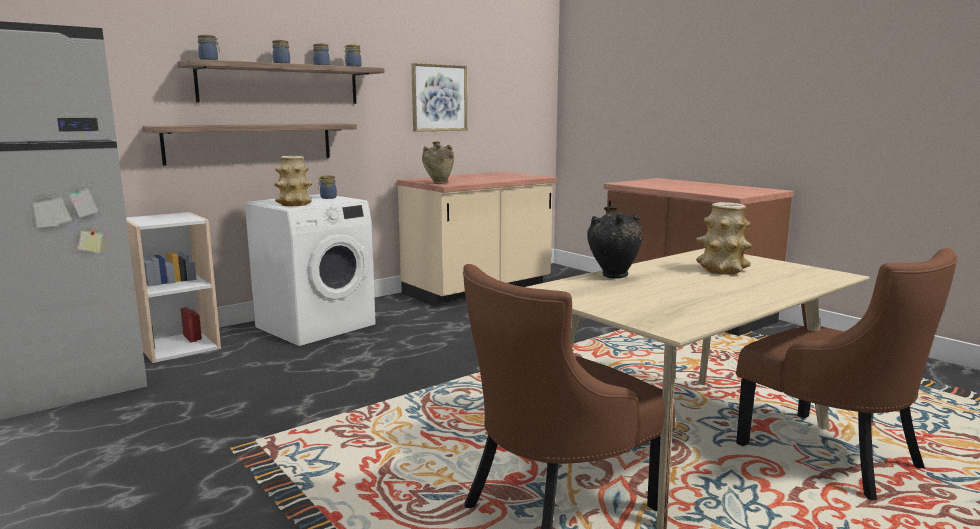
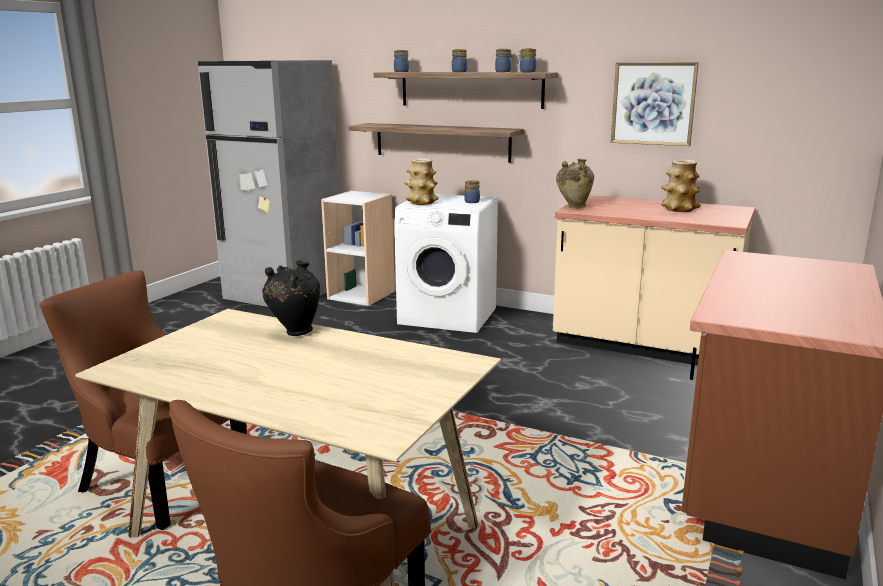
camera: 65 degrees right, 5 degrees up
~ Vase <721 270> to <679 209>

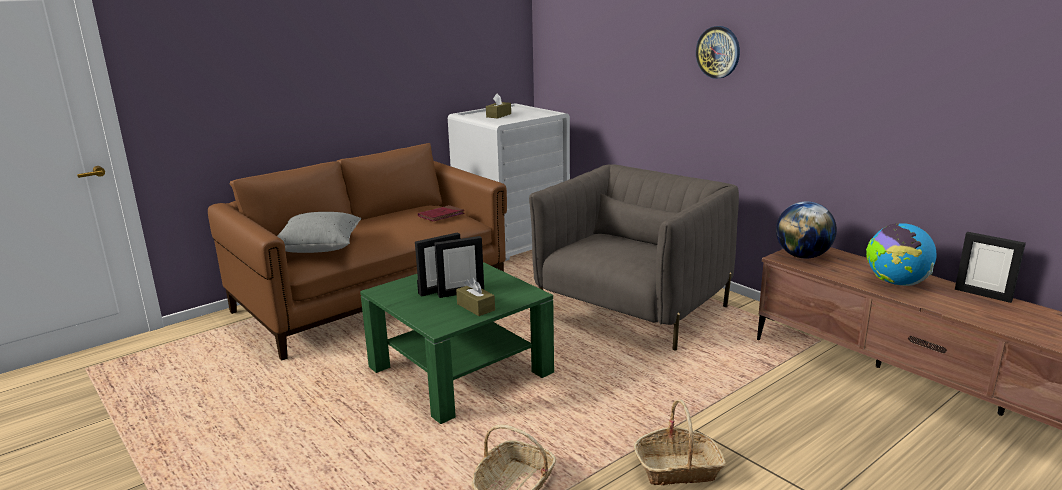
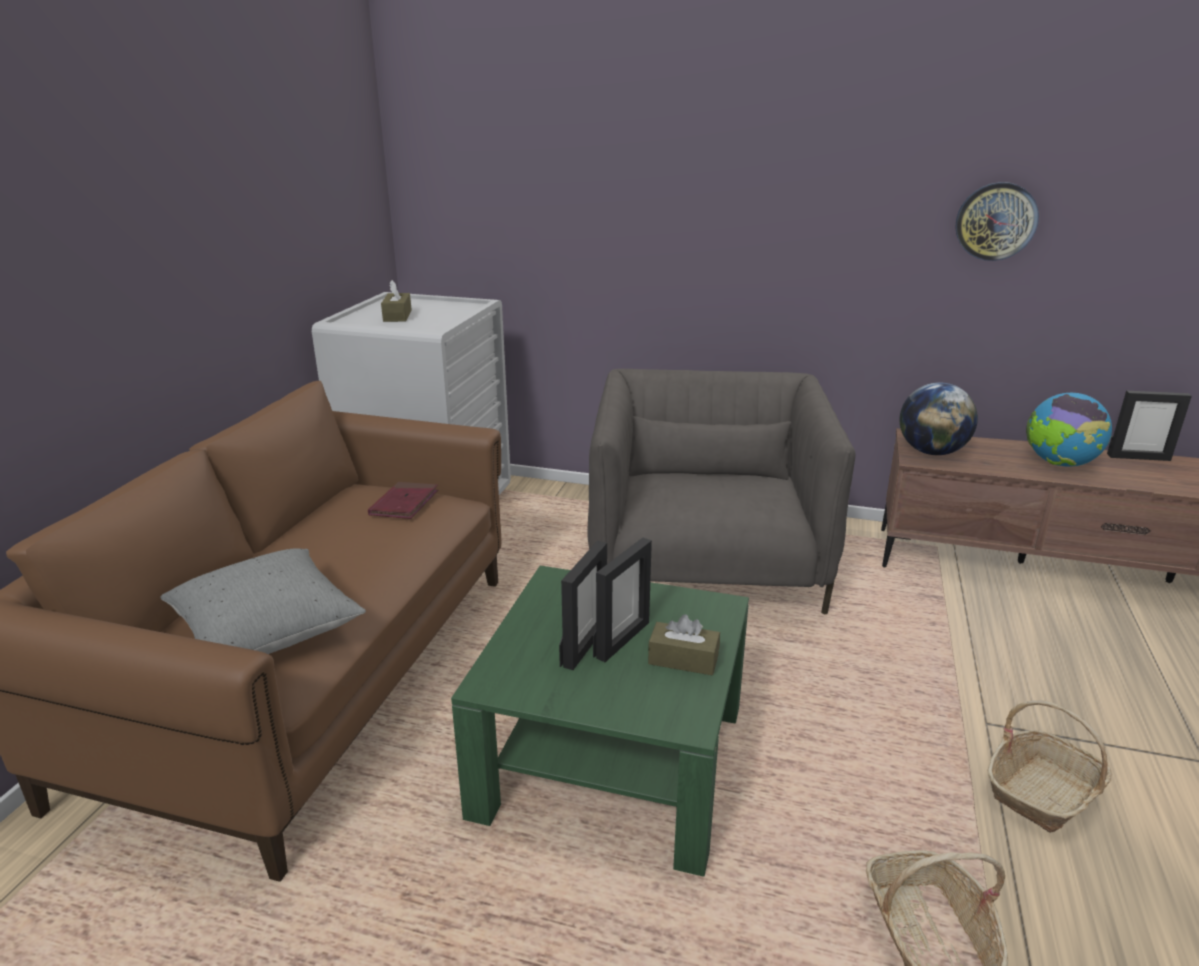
camera: 35 degrees left, 5 degrees up
~ Wanduhr <718 52> to <996 221>

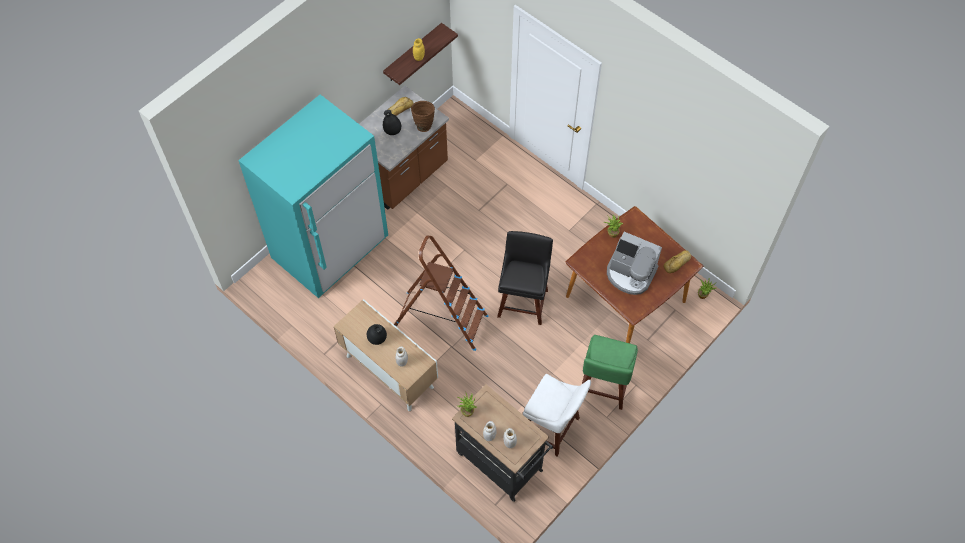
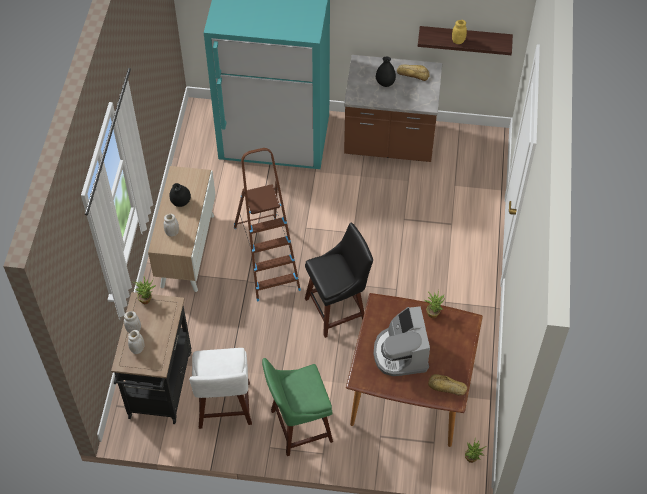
camera: 55 degrees right, 5 degrees down
- Vase (braun) <423 125>

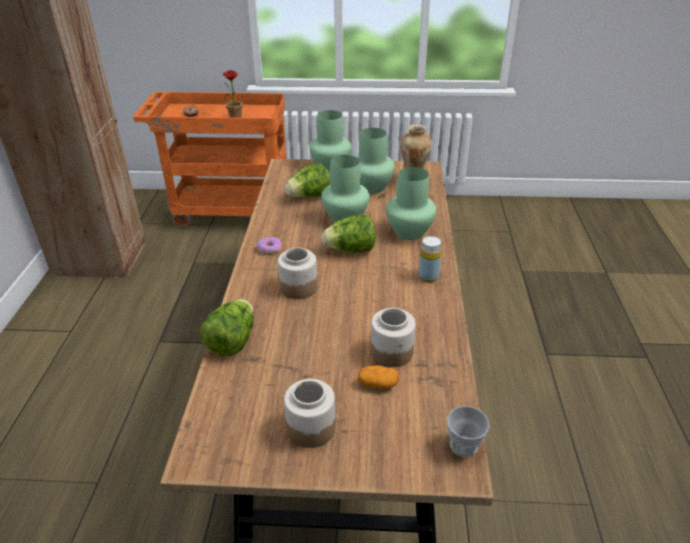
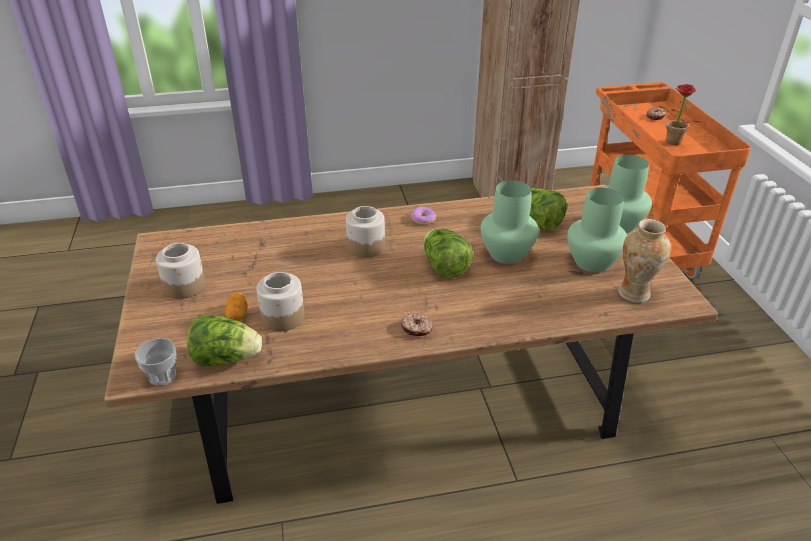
camera: 75 degrees right, 0 degrees up
- Vase (grün) <410 232>
~ Flasche (gelb) <428 277> to Donut <417 329>
~ Salatkopf <232 341> to <226 358>

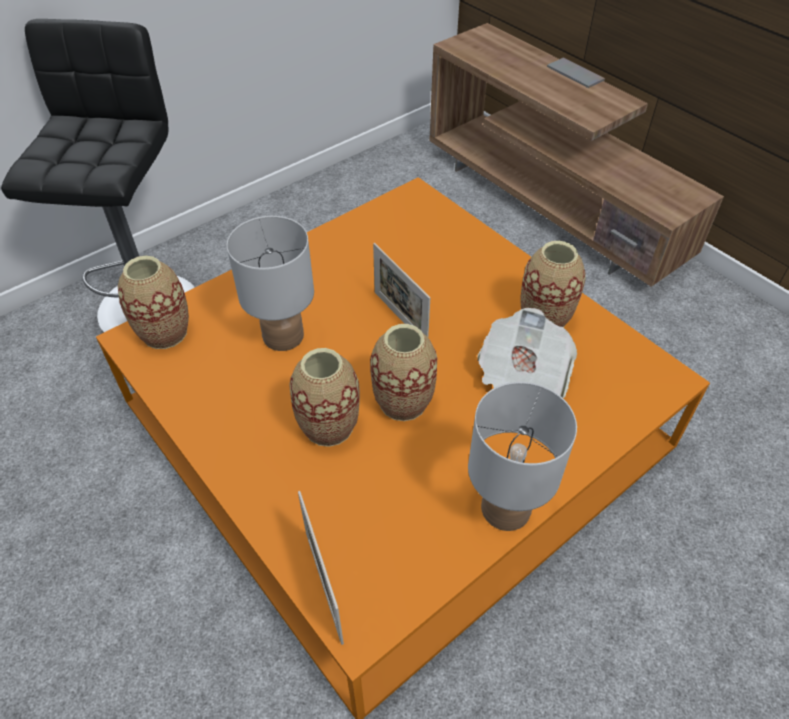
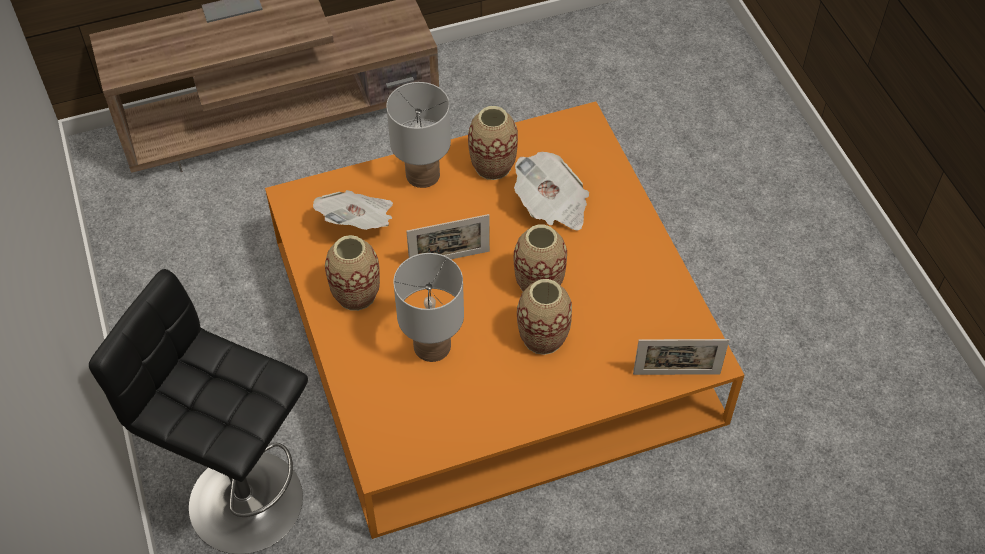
camera: 70 degrees left, 5 degrees up
~ Vase <164 333> to <356 294>
~ Tischlampe (grau) <505 509> to <423 175>
+ Zeitung <358 222>

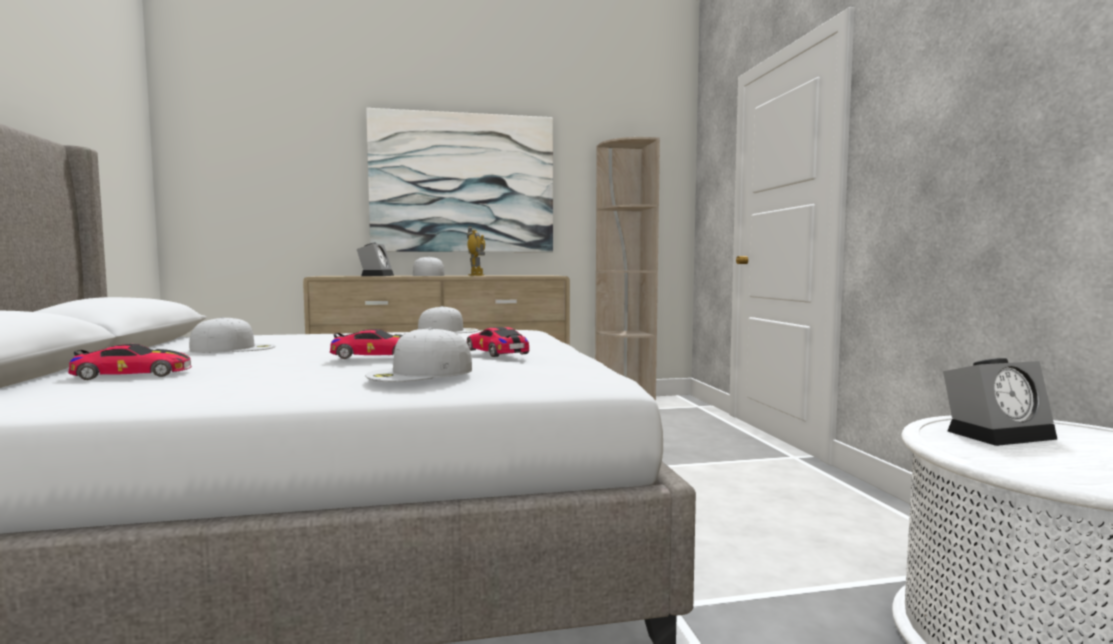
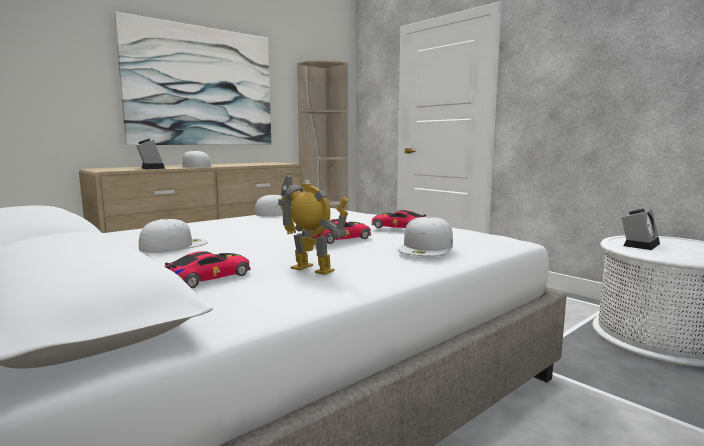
camera: 30 degrees left, 5 degrees up
~ Spielzeugroboter <476 275> to <312 269>

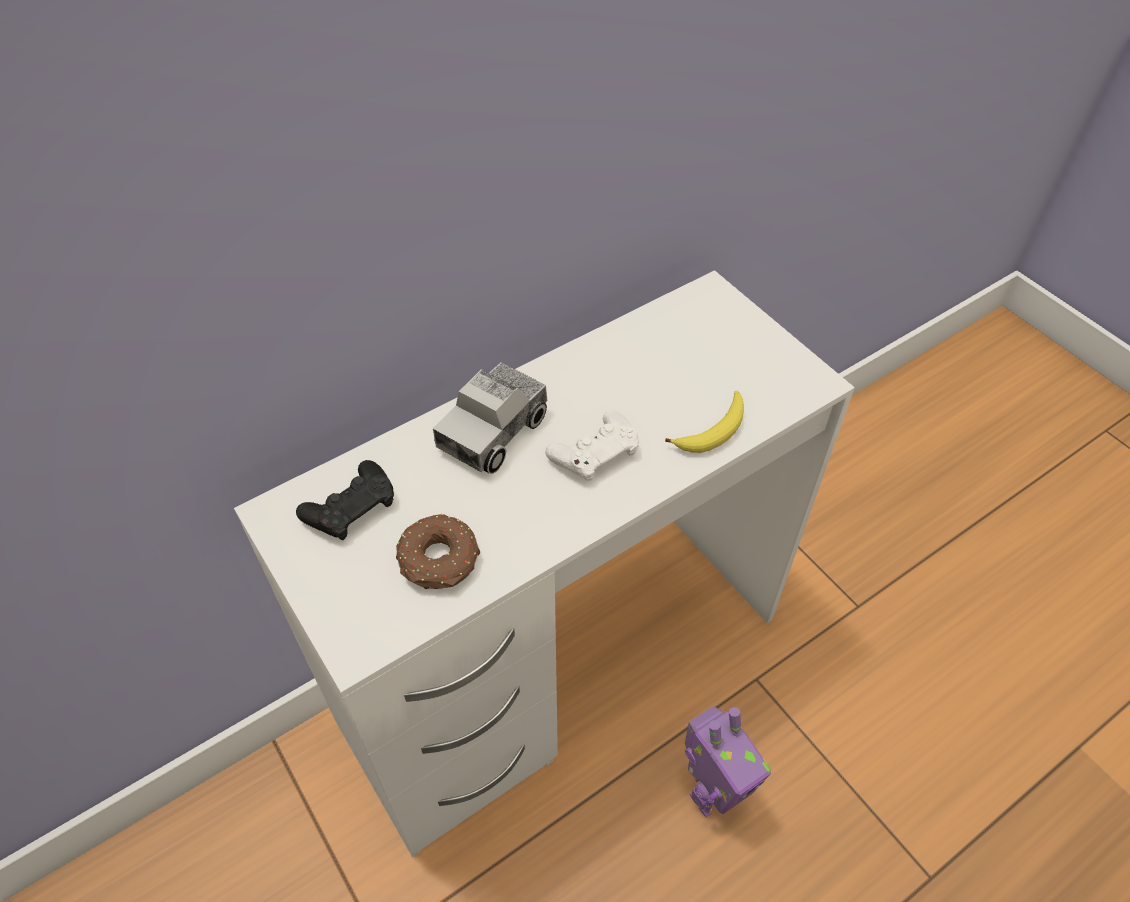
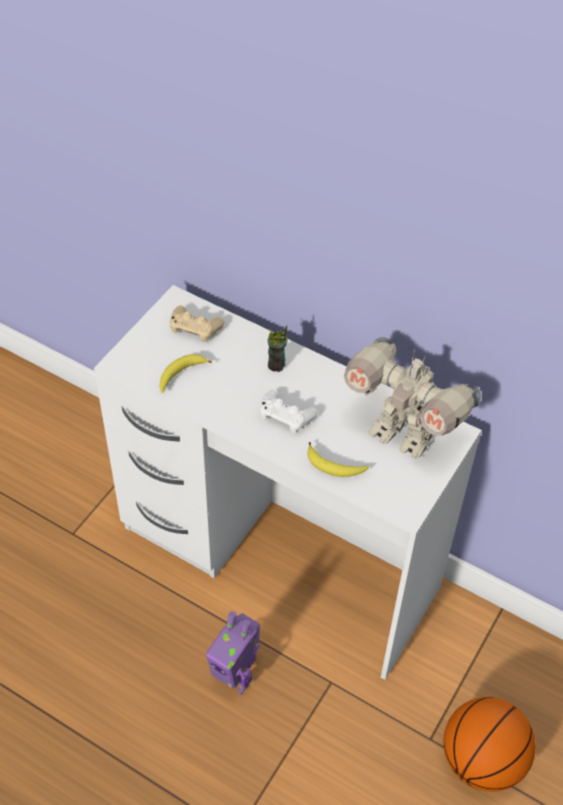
camera: 65 degrees right, 0 degrees up
~ Spielzeuglaster <493 431> to Tasse <276 365>
~ Gamepad (schwarz) <351 507> to Gamepad (beige) <195 328>
~ Donut <439 561> to Banane <180 375>
+ Spielzeugroboter <402 434>
+ Basketball <482 760>

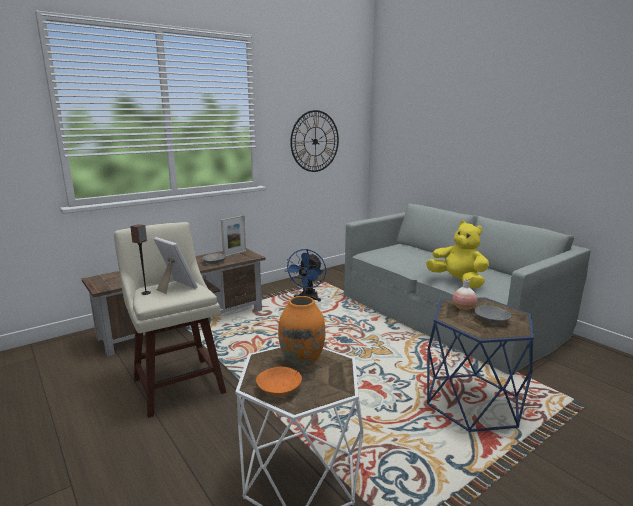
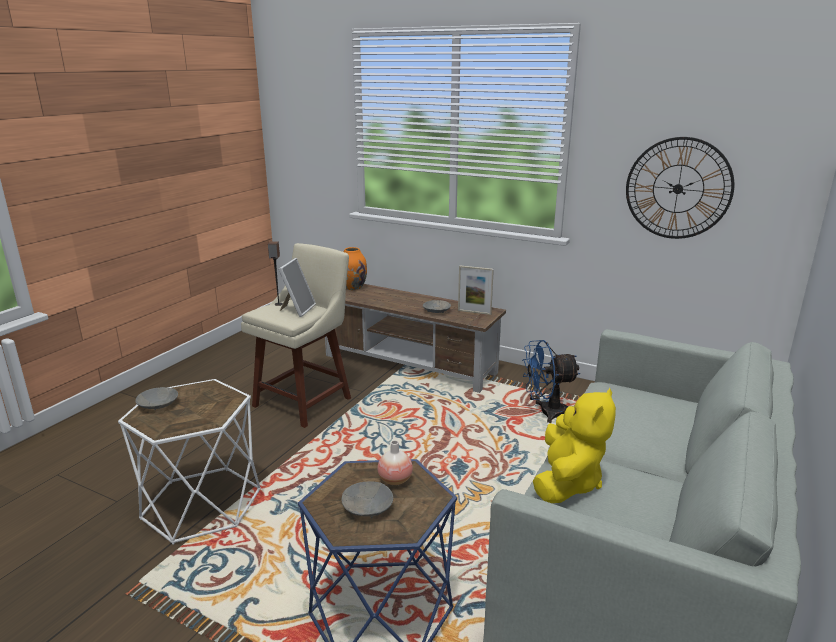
camera: 65 degrees right, 5 degrees up
~ Vase (orange) <301 360> to <353 287>
~ Schüssel (orange) <279 388> to Schüssel (grau) <159 405>

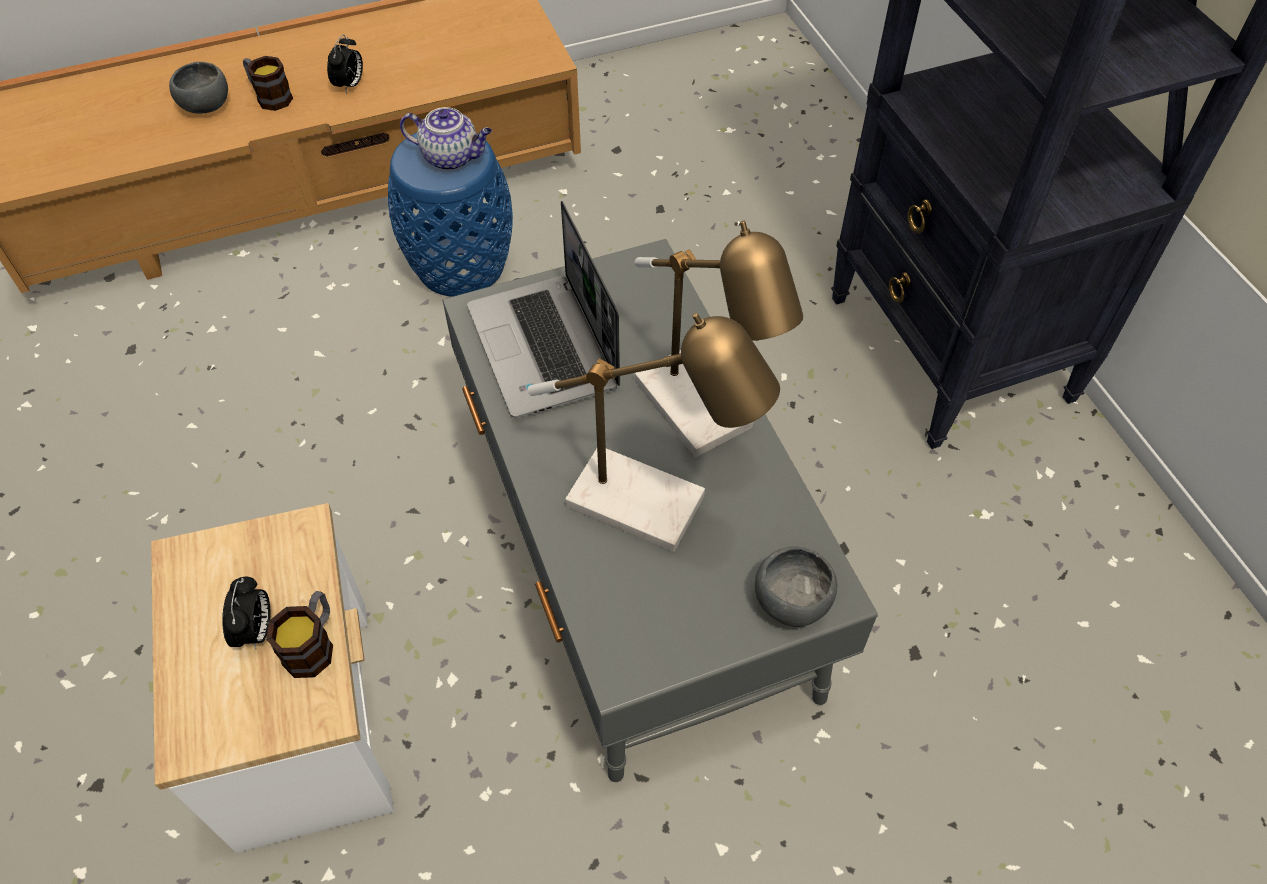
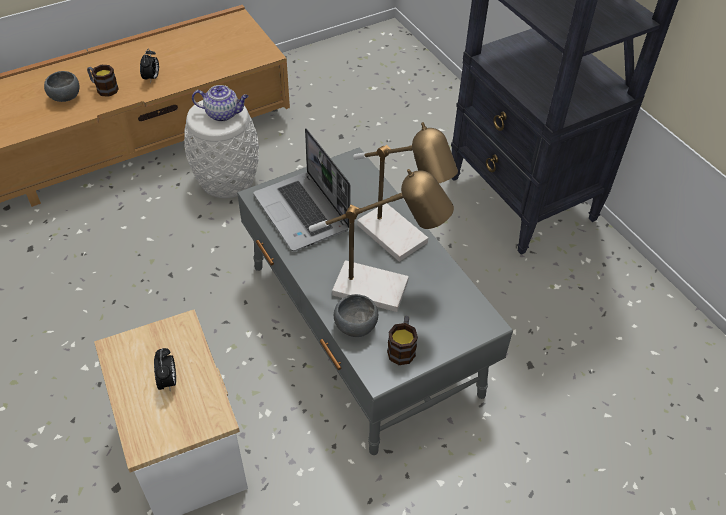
camera: 10 degrees left, 5 degrees down
~ Hocker (blau) <461 265> to Hocker (weiß) <227 180>
~ Schüssel (grau) <792 603> to <356 327>
~ Henkelbecher <313 644> to <402 348>

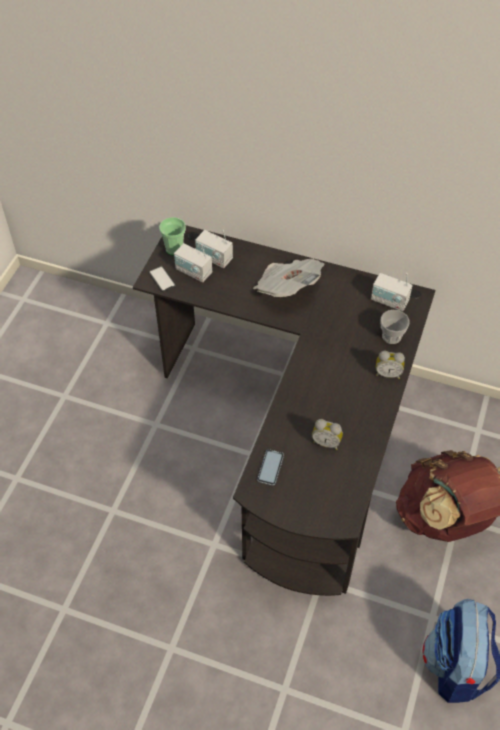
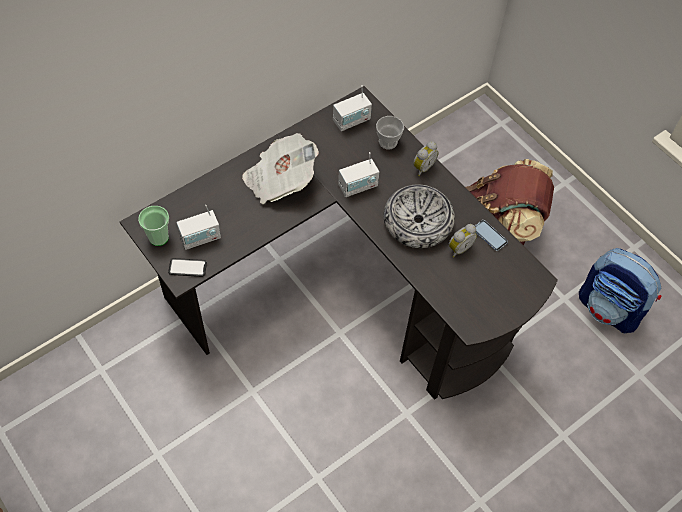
camera: 60 degrees left, 5 degrees up
~ Radio <214 258> to <358 186>
~ Handy <270 468> to <489 236>
+ Schüssel <417 222>

